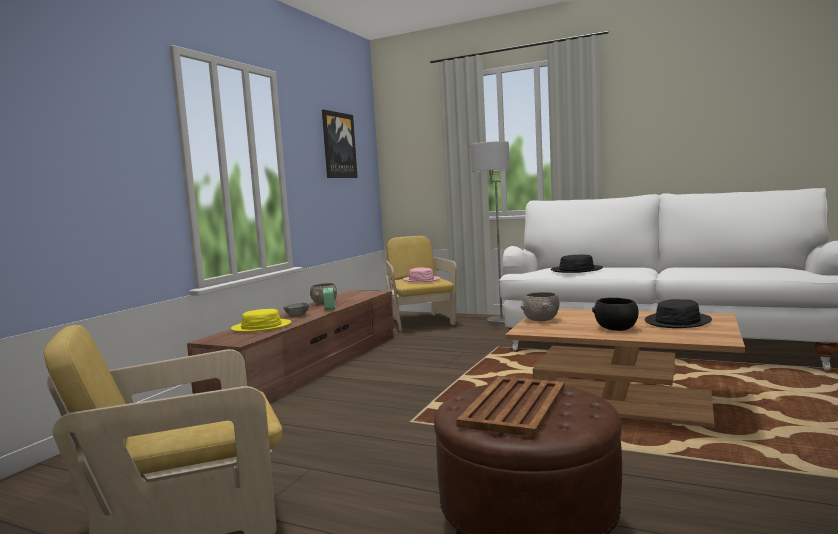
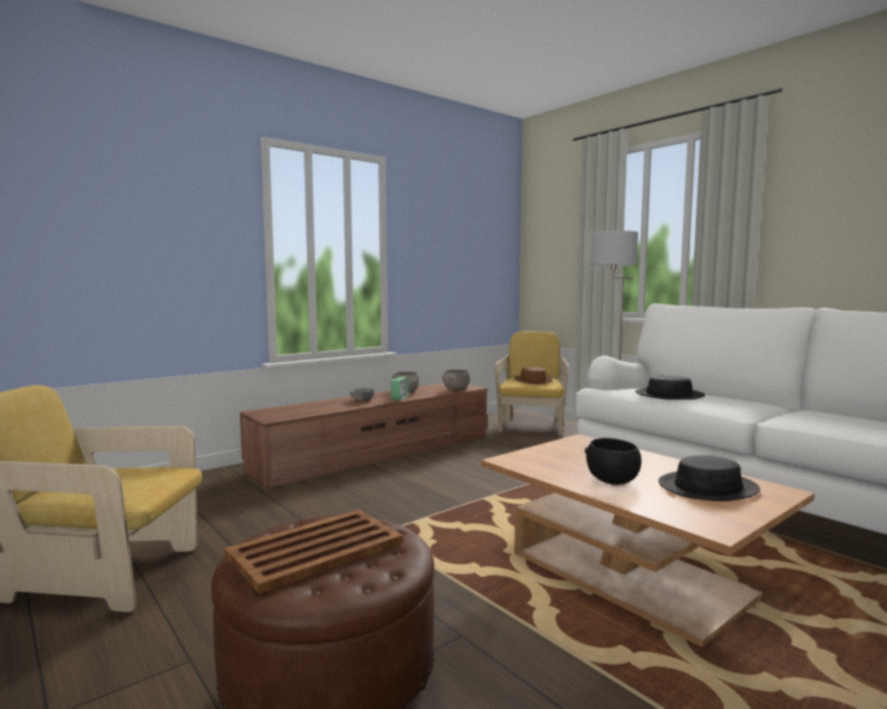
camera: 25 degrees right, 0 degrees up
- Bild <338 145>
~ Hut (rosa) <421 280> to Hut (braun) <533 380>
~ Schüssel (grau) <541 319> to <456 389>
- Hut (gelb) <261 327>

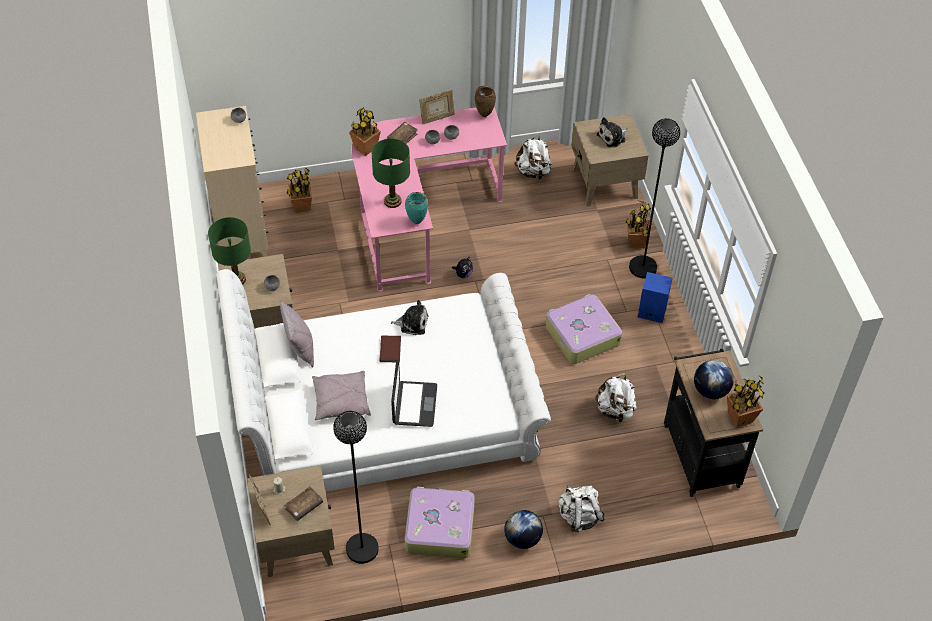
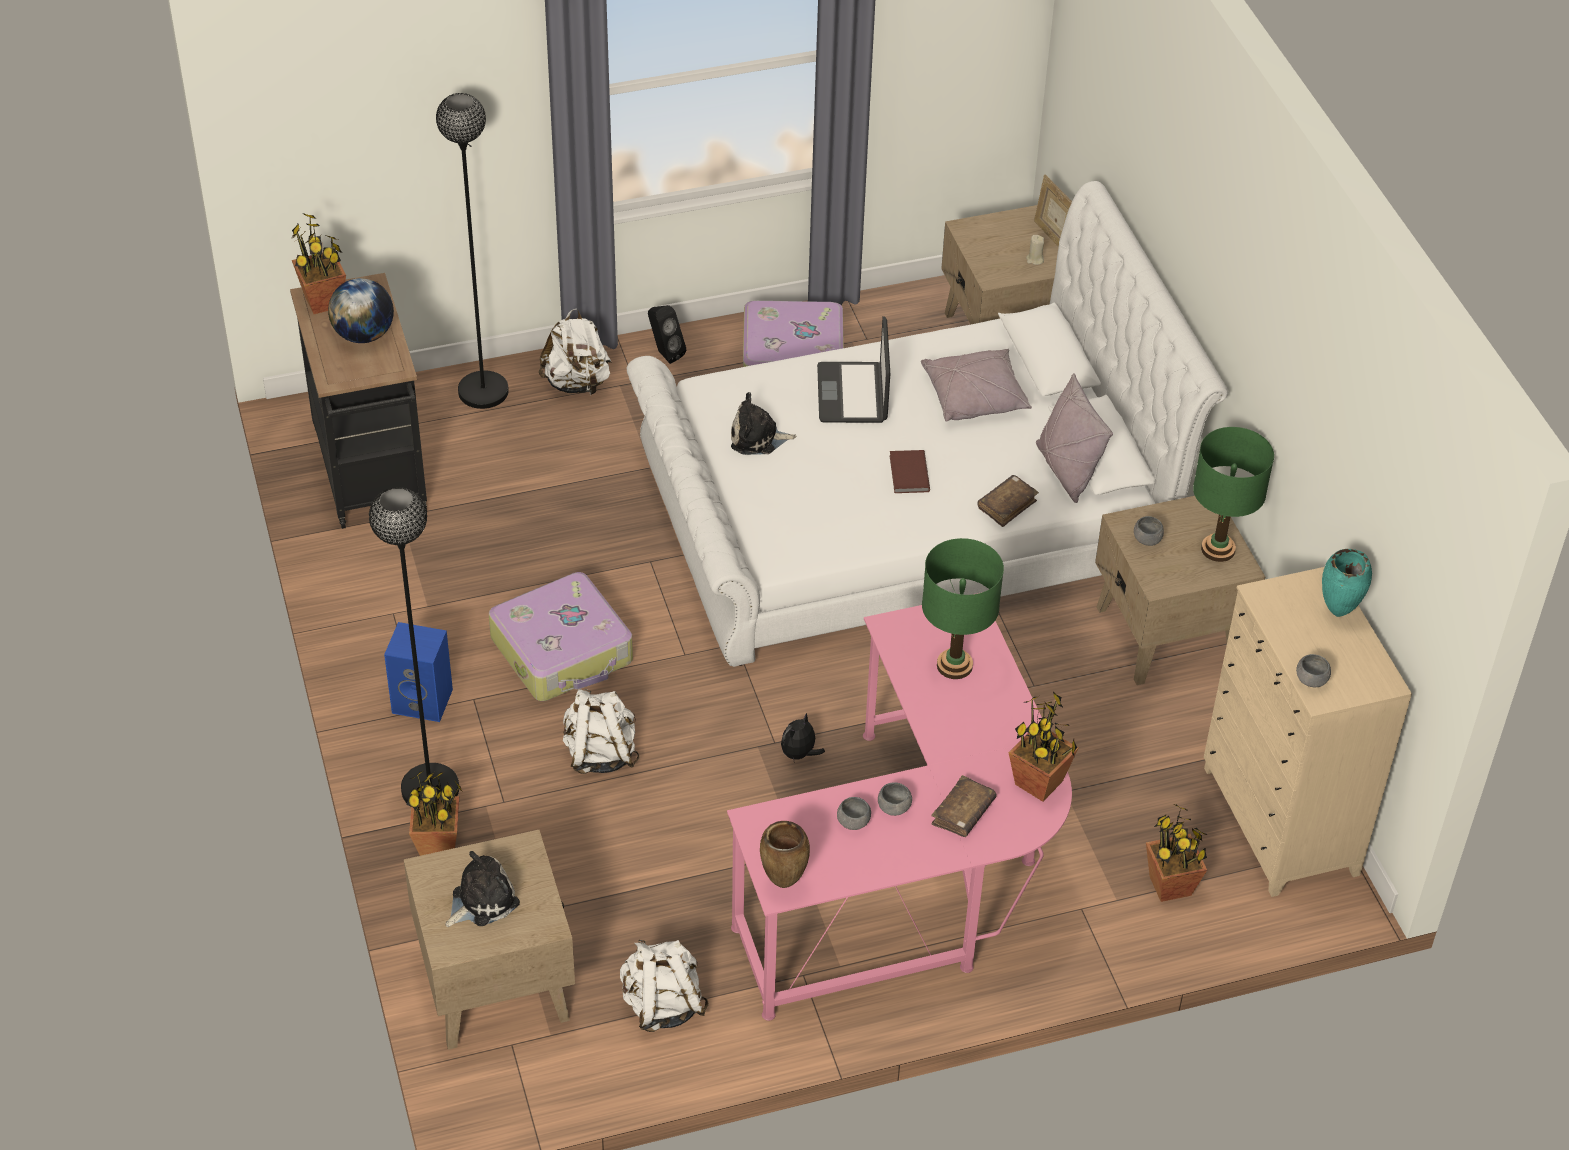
camera: 175 degrees right, 5 degrees down
- Bilderrahmen <437 118>
~ Vase (türkis) <416 221> to <1338 613>
~ Plüschtier <412 323> to <757 438>
~ Rucksack (weiß) <615 410> to <600 754>
~ Stehlampe (schwarz) <361 549> to <484 391>
~ Buch (braun) <304 506> to <1007 505>
~ Globus <523 538> to Lautsprecher (schwarz) <665 354>

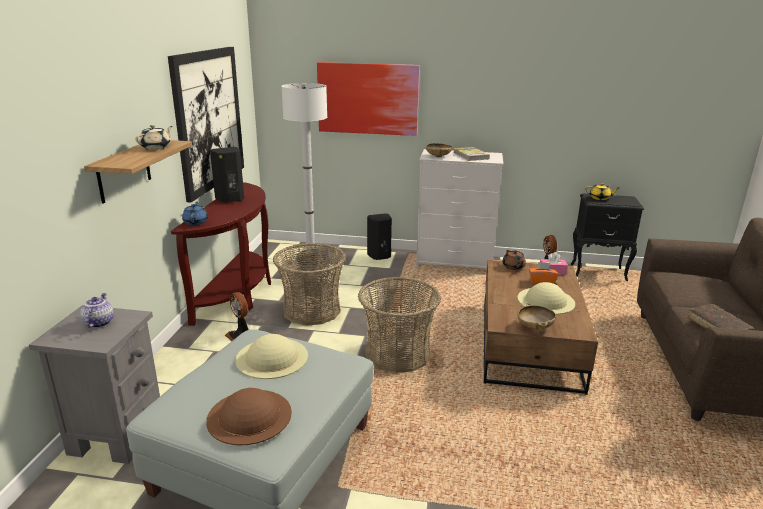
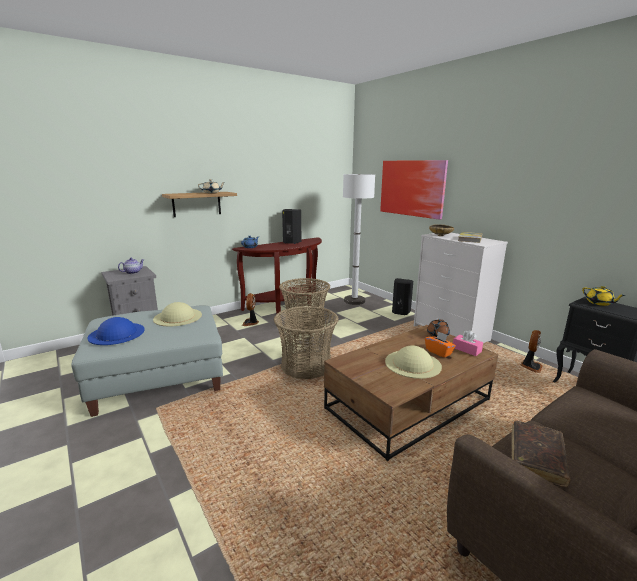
camera: 45 degrees right, 5 degrees down
- Bild <209 119>
- Schüssel (beige) <535 327>
~ Hut (braun) <249 416> to Hut (blau) <116 333>

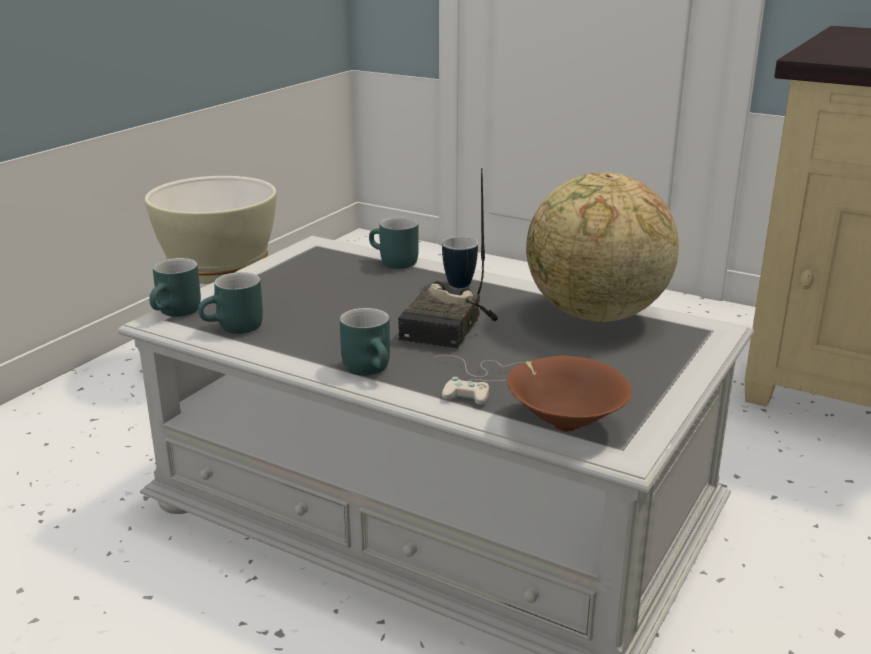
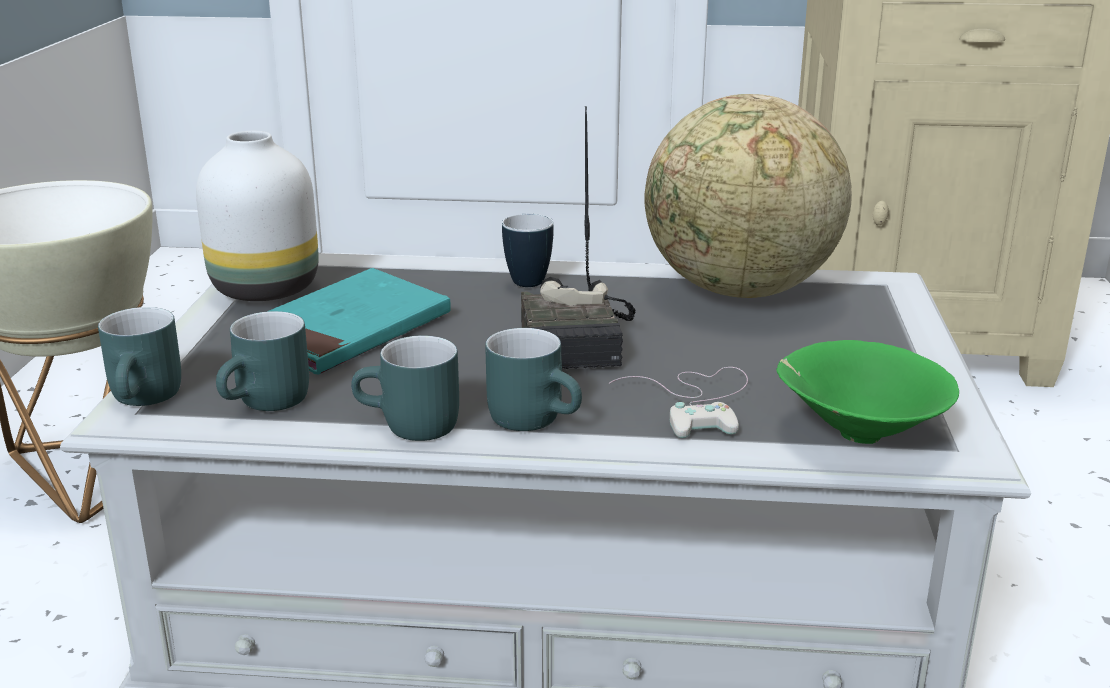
camera: 25 degrees left, 0 degrees up
~ Henkelbecher (türkis) <392 263> to <409 428>
~ Schüssel (braun) <563 423> to Schüssel (grün) <856 433>
+ Vase (weiß) <268 289>
+ Buch (türkis) <348 329>

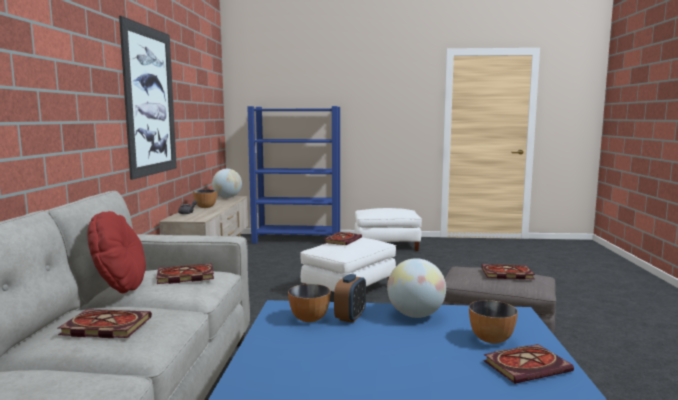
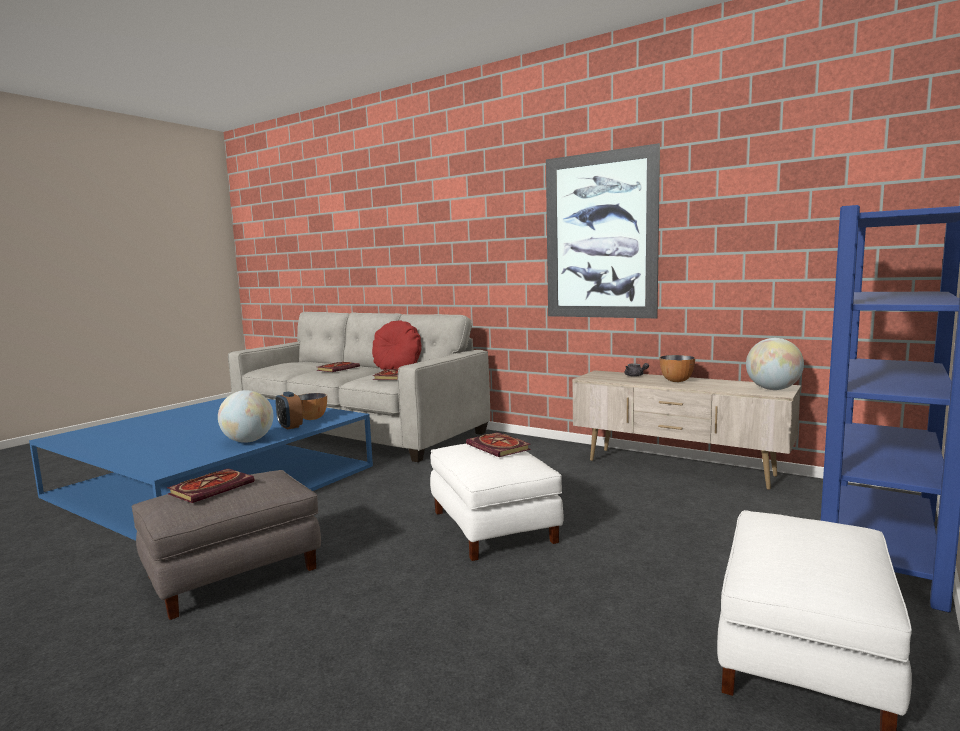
camera: 120 degrees right, 0 degrees up
- Schüssel <491 339>
- Buch <527 366>

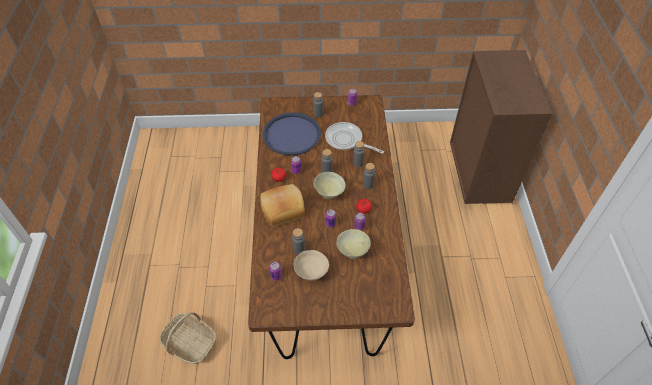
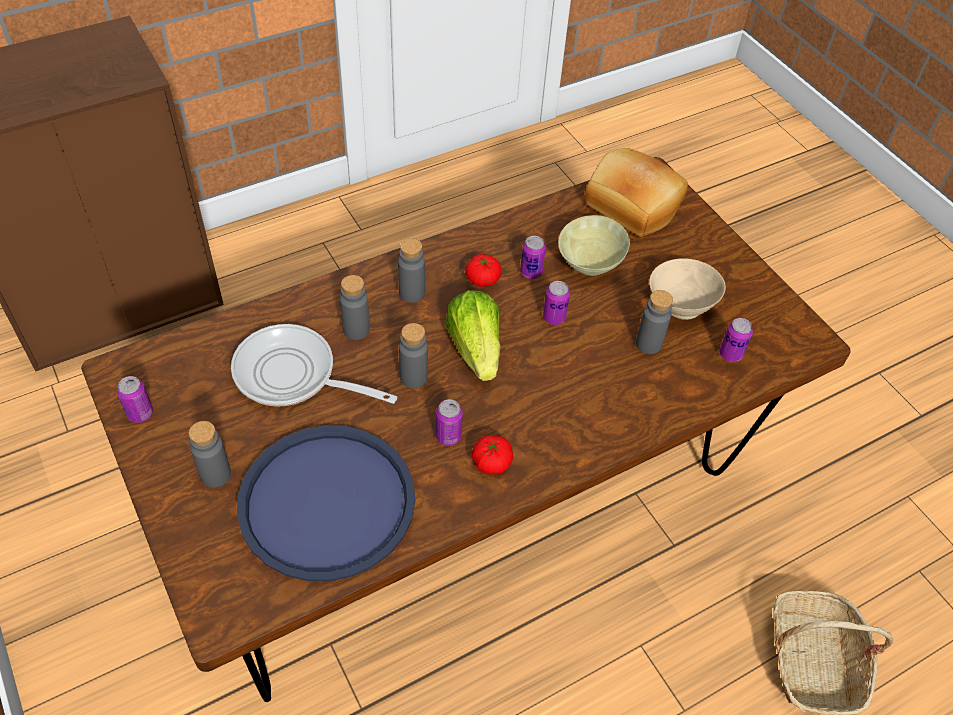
camera: 120 degrees left, 0 degrees up
~ Pfanne <346 140> = <293 375> 105 degrees clockwise
~ Schüssel (beige) <329 193> to Salatkopf <475 349>
~ Brot <282 209> to <631 206>

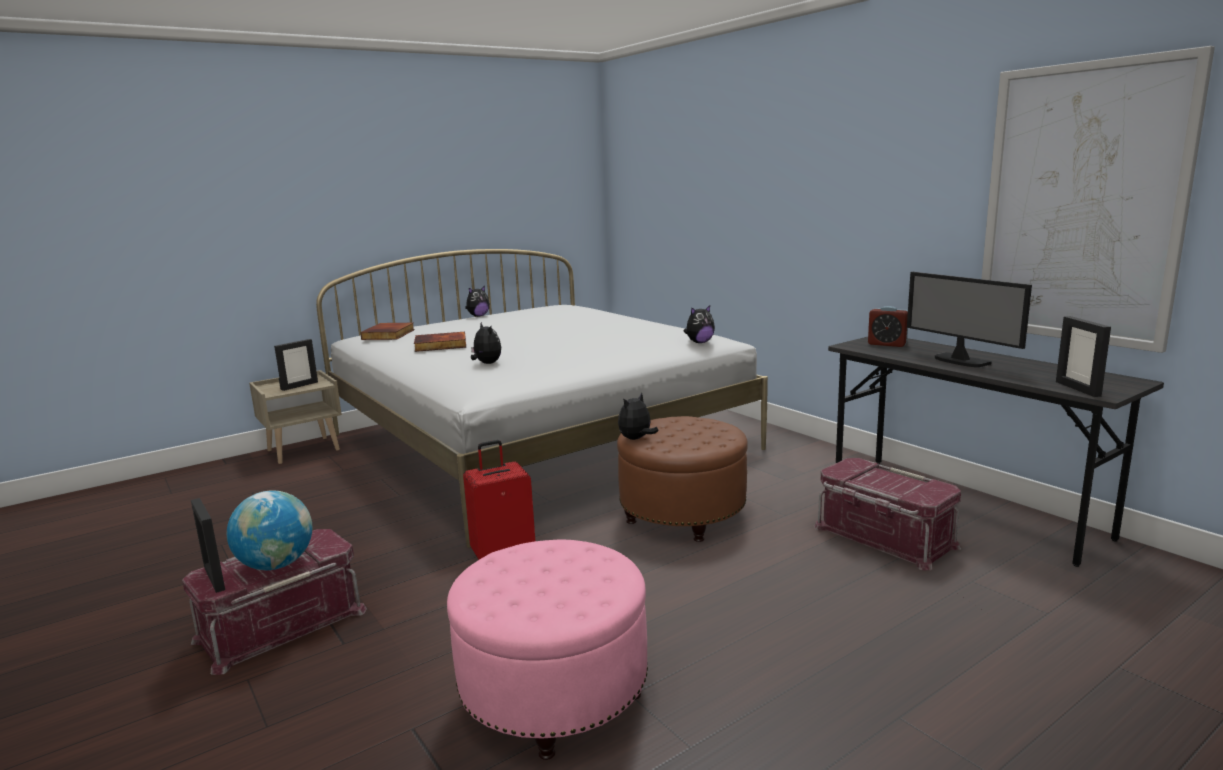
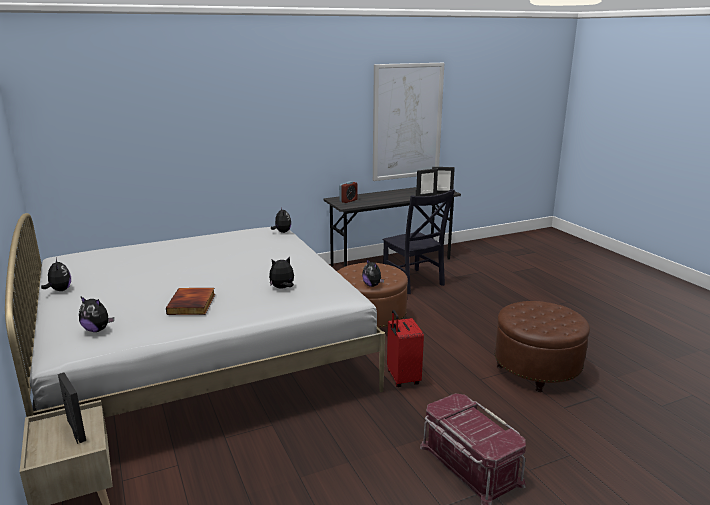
camera: 80 degrees left, 5 degrees up
- Monitor <959 361>
~ Buch <389 334> to Plüschtier <97 330>
~ Aufbewahrungsbox (rot) <883 537> to Stuhl (schwarz) <414 282>
- Globus <276 565>
~ Bilderrahmen <216 578> to <426 196>
~ Polsterhocker (rosa) <554 696> to Polsterhocker (braun) <536 370>

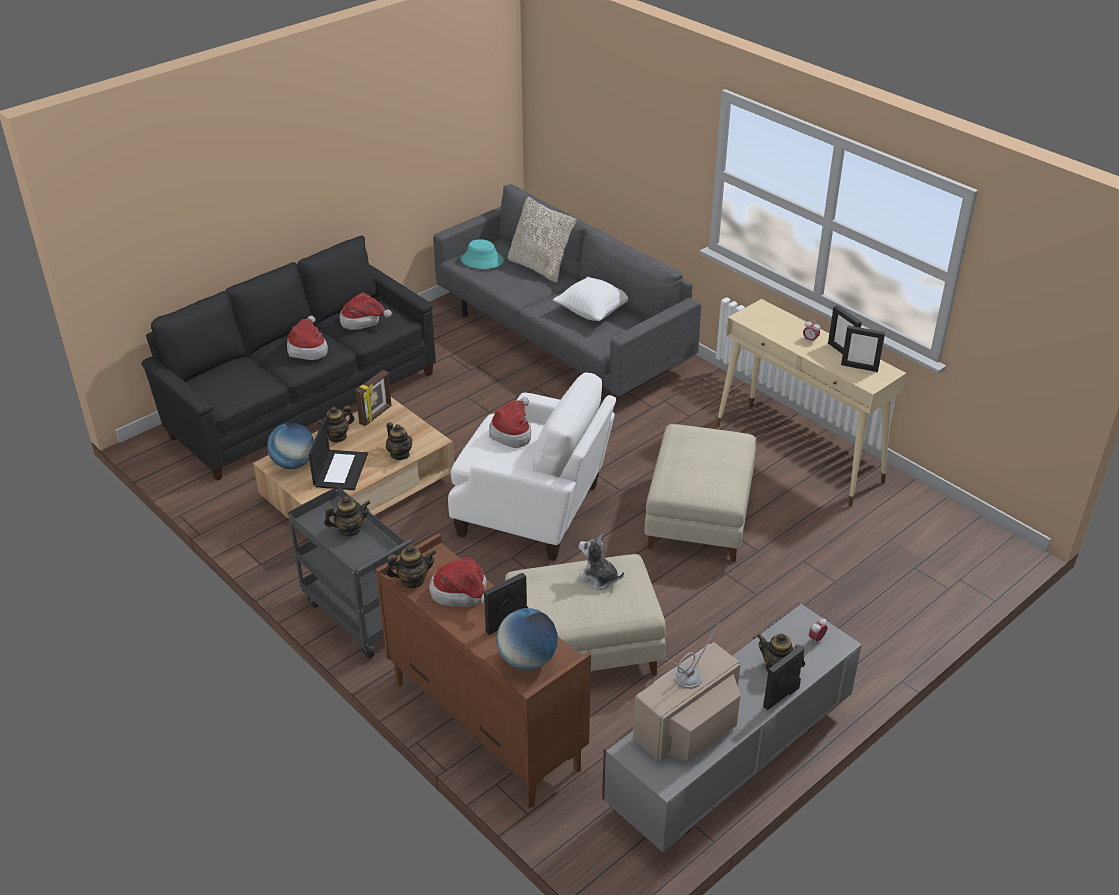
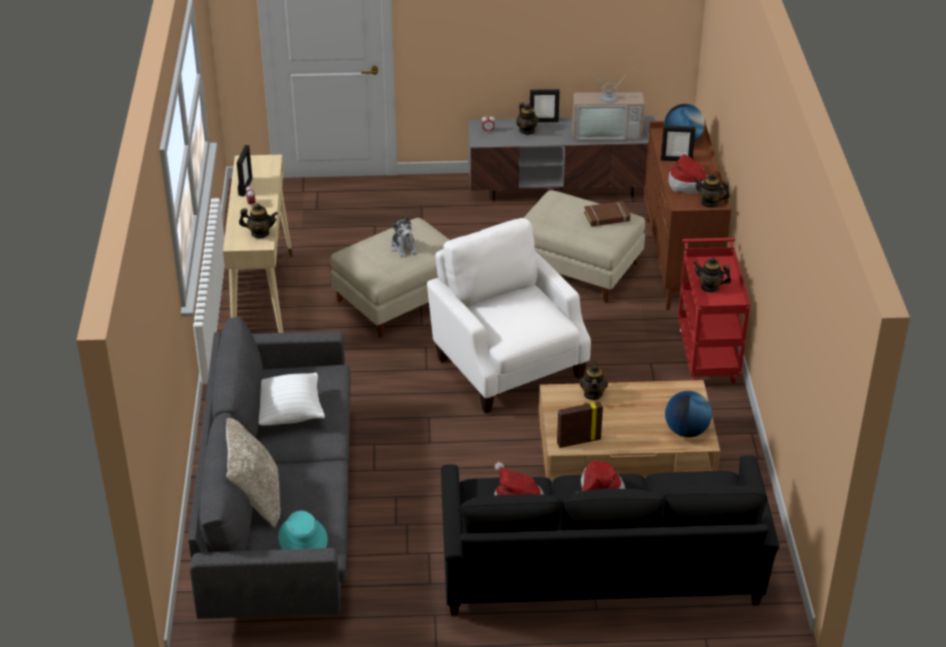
camera: 140 degrees left, 0 degrees up
- Bilderrahmen <859 366>
- Hut <512 433>
~ Teekanne <337 436> to <260 233>
- Laptop <340 470>
~ Rollwagen (grau) <360 620> to Rollwagen (rot) <706 356>
~ Plüschtier <598 579> to <404 248>
+ Buch (braun) <607 217>

